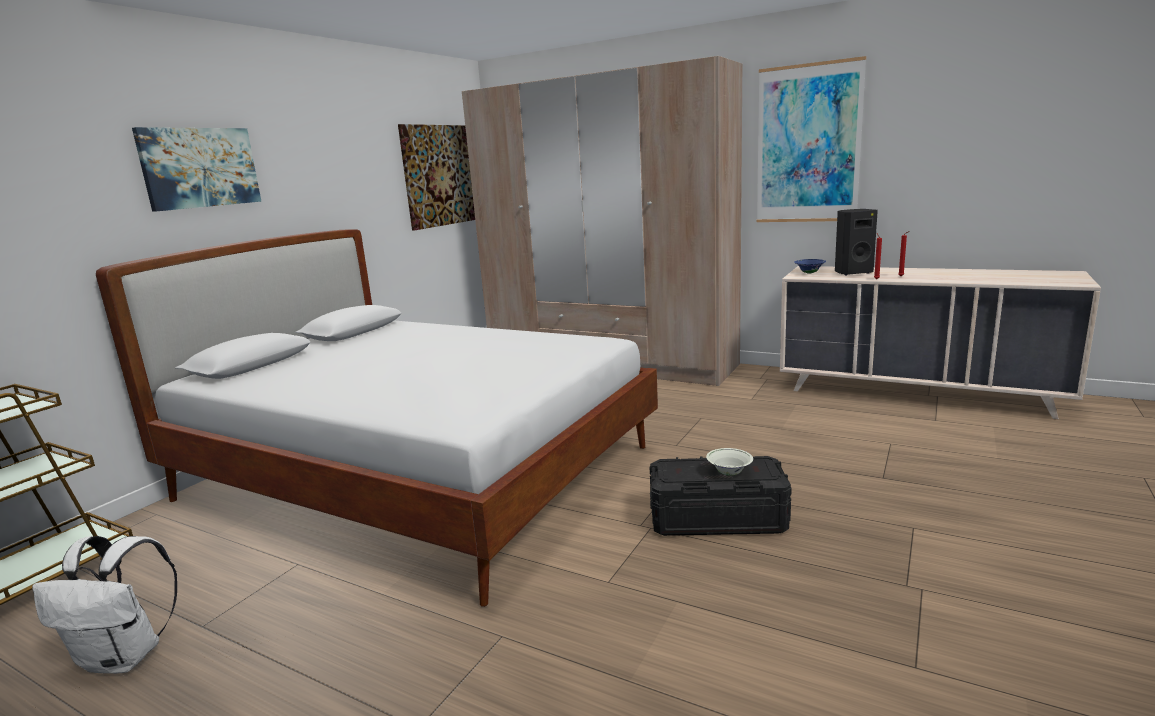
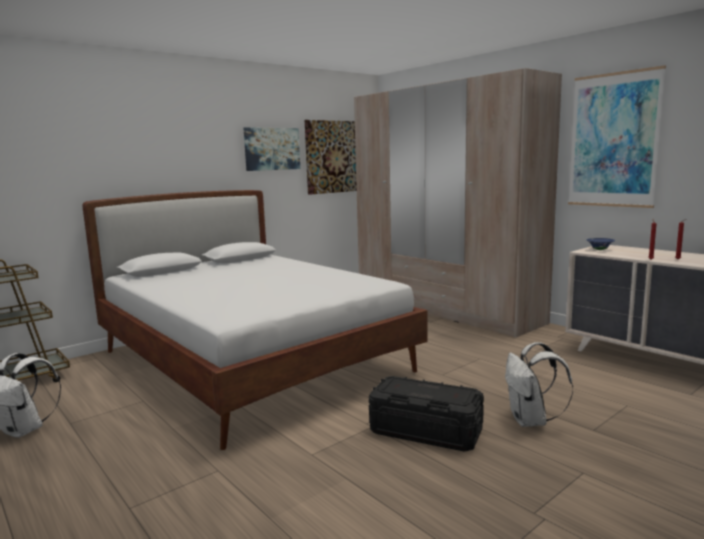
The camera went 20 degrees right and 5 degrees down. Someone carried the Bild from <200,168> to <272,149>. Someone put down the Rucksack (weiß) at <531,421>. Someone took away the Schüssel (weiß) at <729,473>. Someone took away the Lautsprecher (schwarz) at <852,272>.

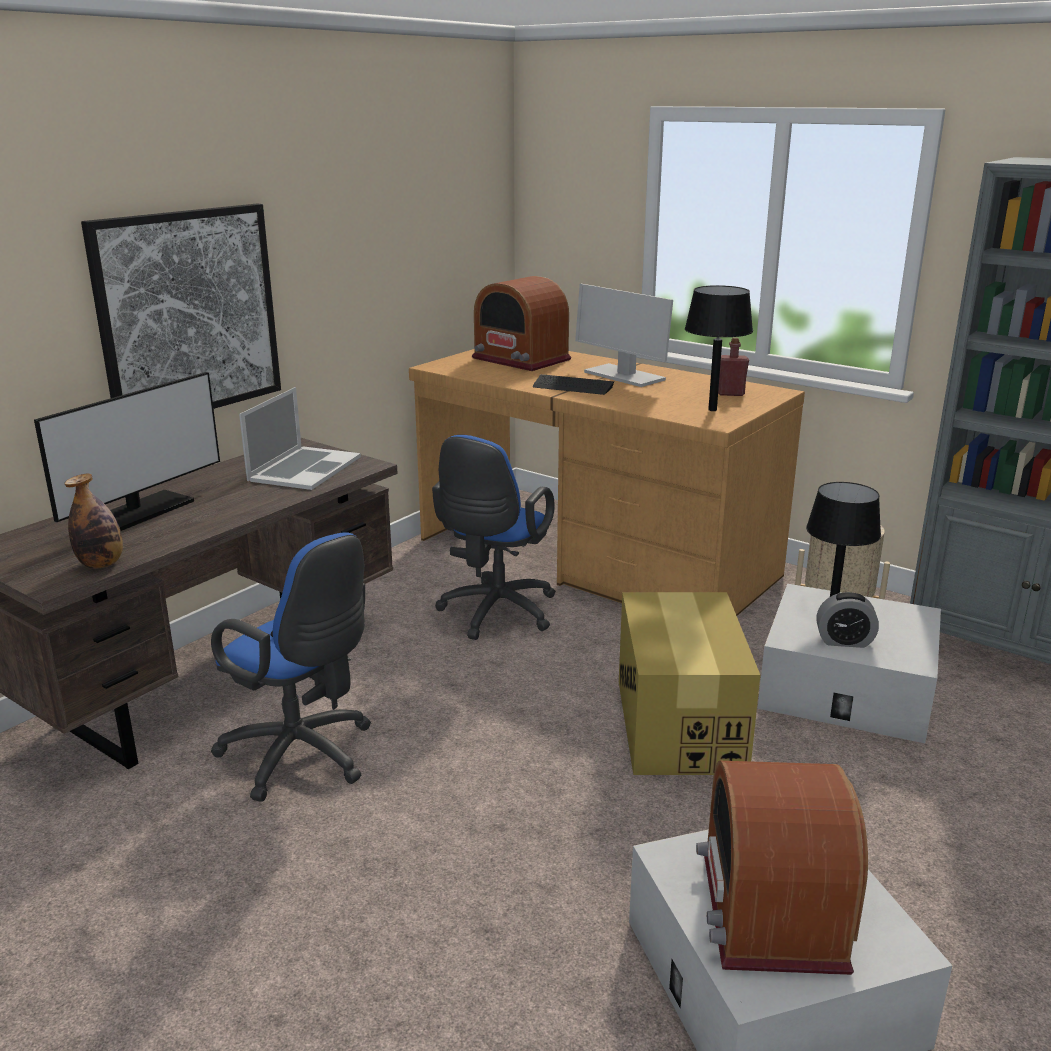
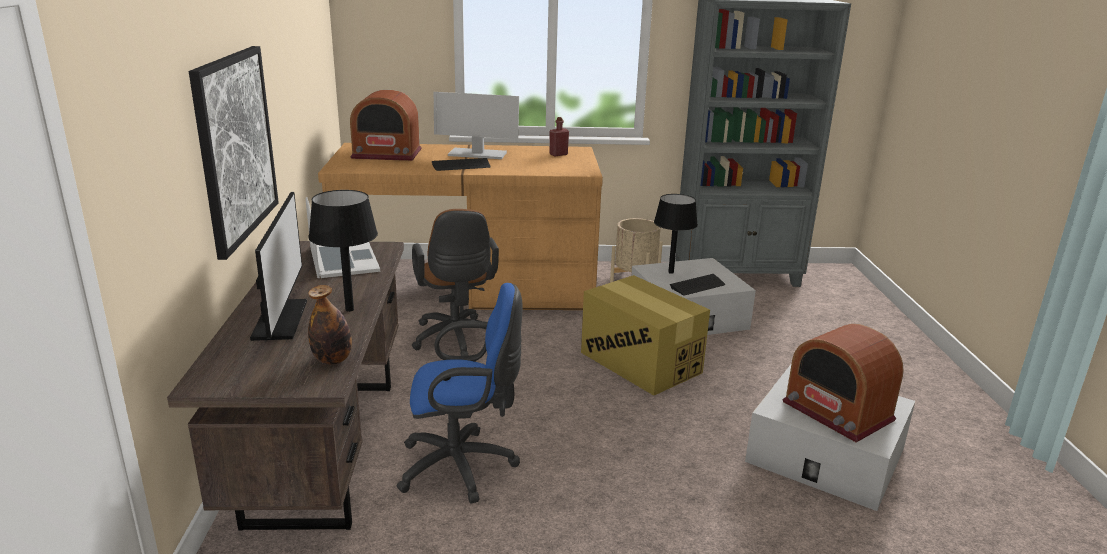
The camera went 40 degrees left and 0 degrees up. Someone carried the Tischlampe (schwarz) from <712,410> to <349,309>. Someone repainted the Bürostuhl (blau) at <495,614>, which became the Bürostuhl (braun) at <456,340>. Someone swapped the Wecker at <844,641> for the Tastatur at <697,286>.

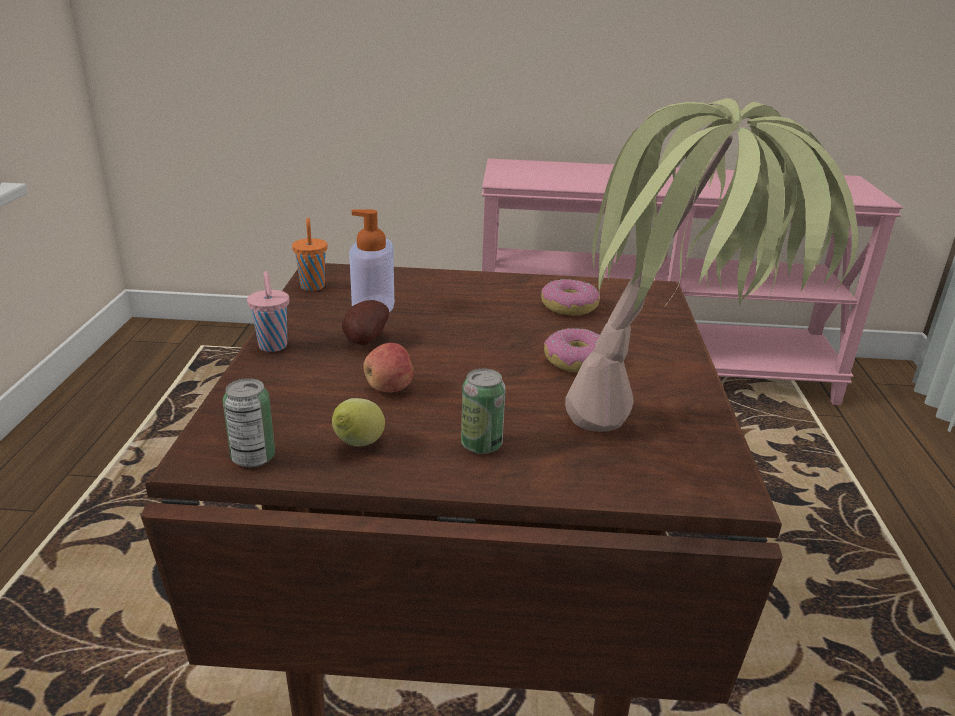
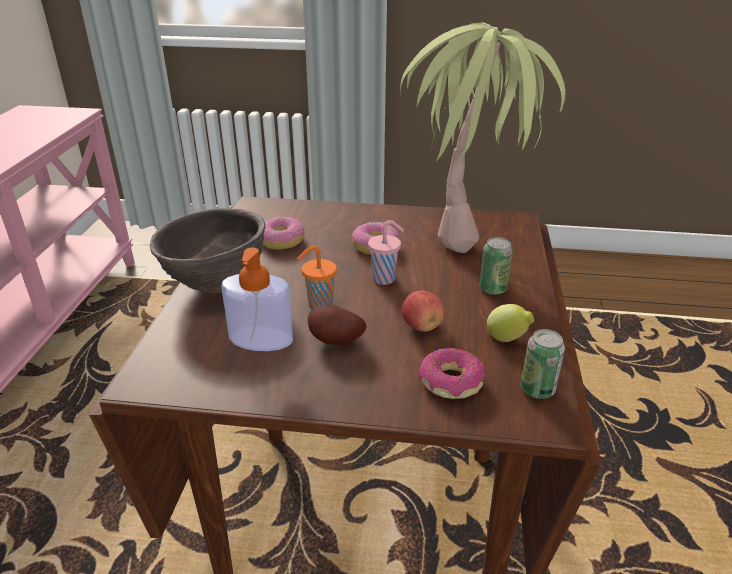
The camera went 85 degrees left and 5 degrees up. Someone put down the Schüssel (braun) at <216,285>. Someone carried the Tasse (orange) from <312,286> to <319,306>. Someone carried the Tasse (rosa) from <273,347> to <385,279>. Someone put down the Donut at <450,382>.

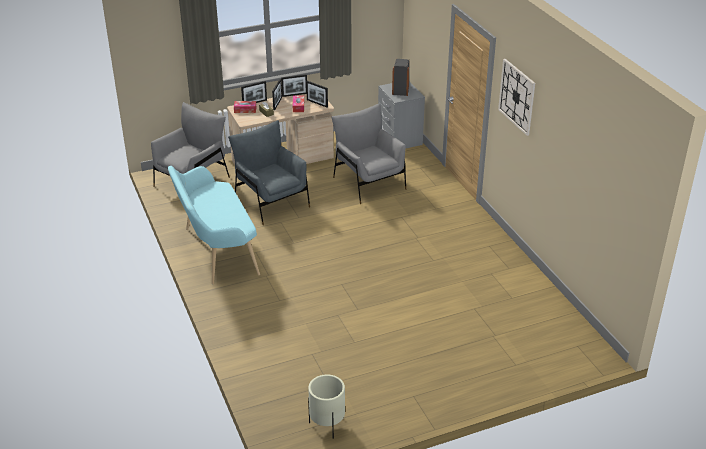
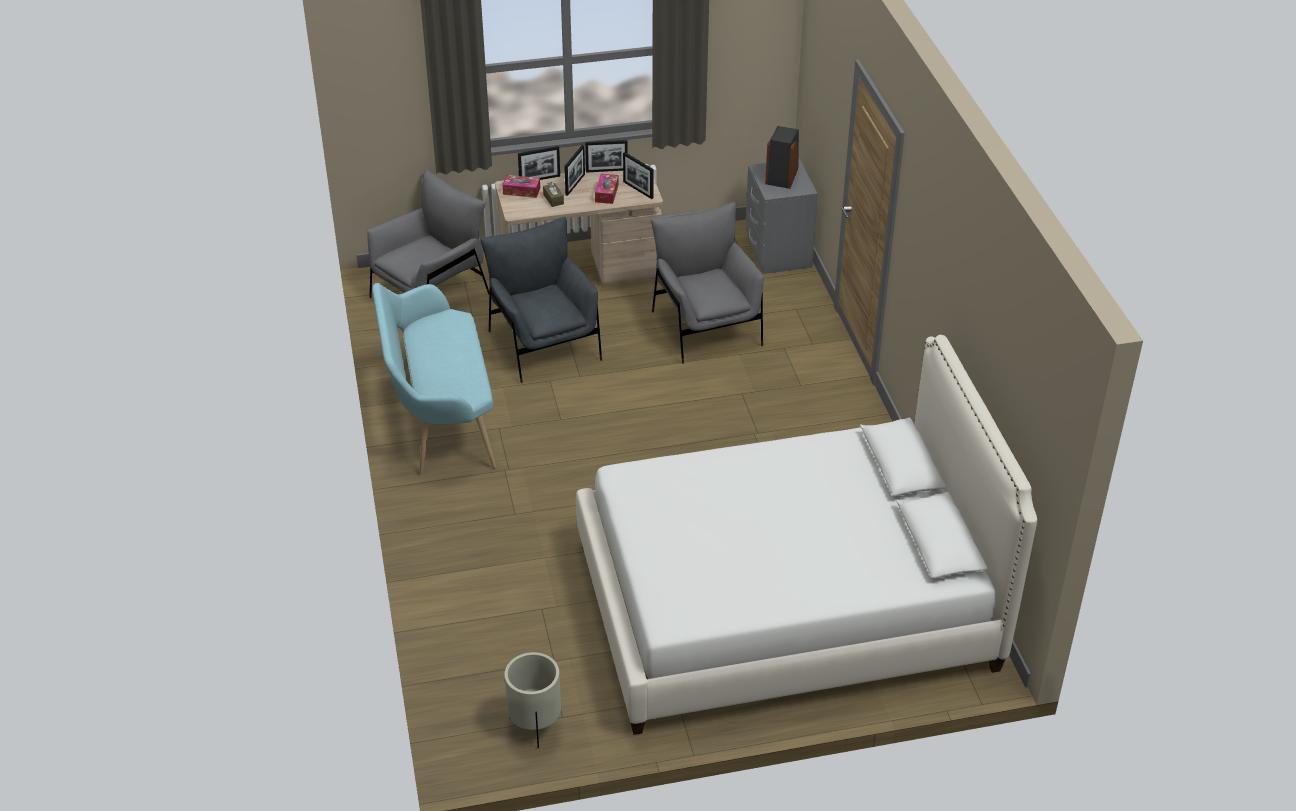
The camera went 10 degrees right and 5 degrees up. Someone put down the Bett (weiß) at <786,605>. Someone took away the Wanduhr at <517,96>.

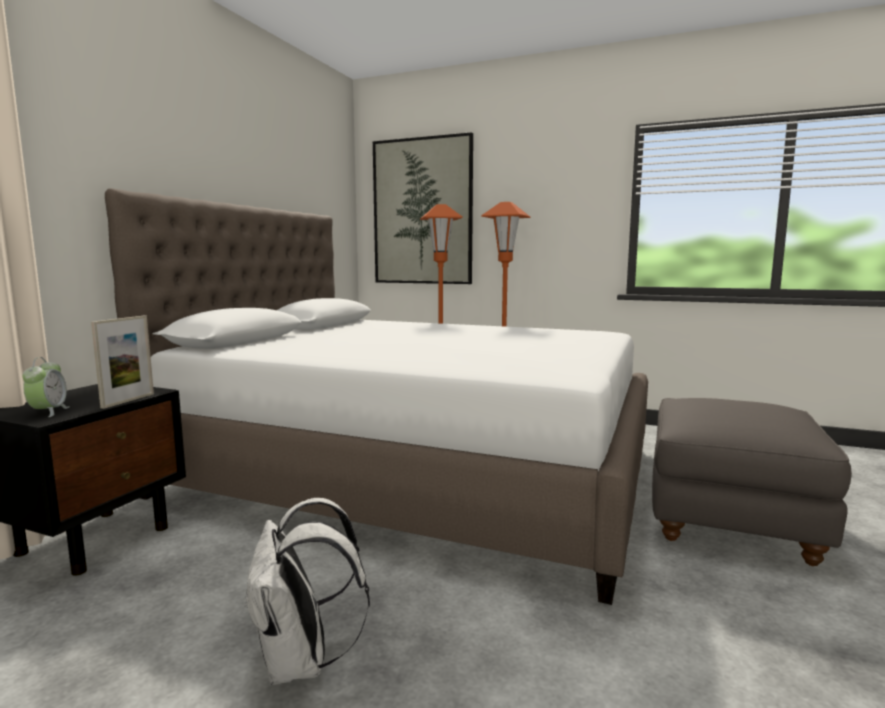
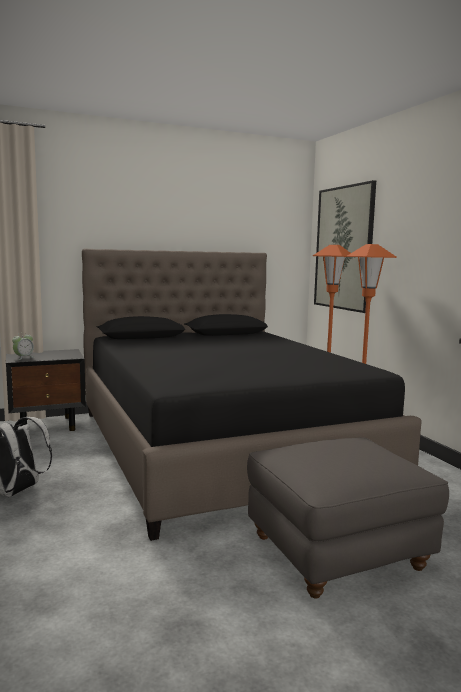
The camera went 45 degrees right and 0 degrees up. Someone repainted the Bett (weiß) at <416,470>, which became the Bett (schwarz) at <222,446>. Someone took away the Bilderrahmen at <128,401>.

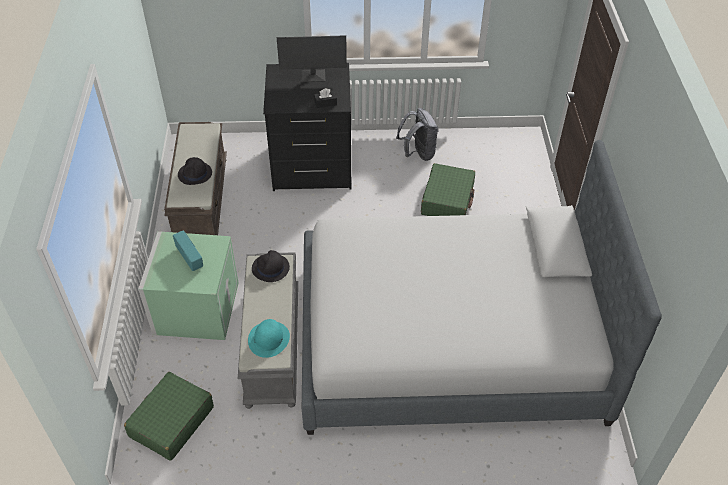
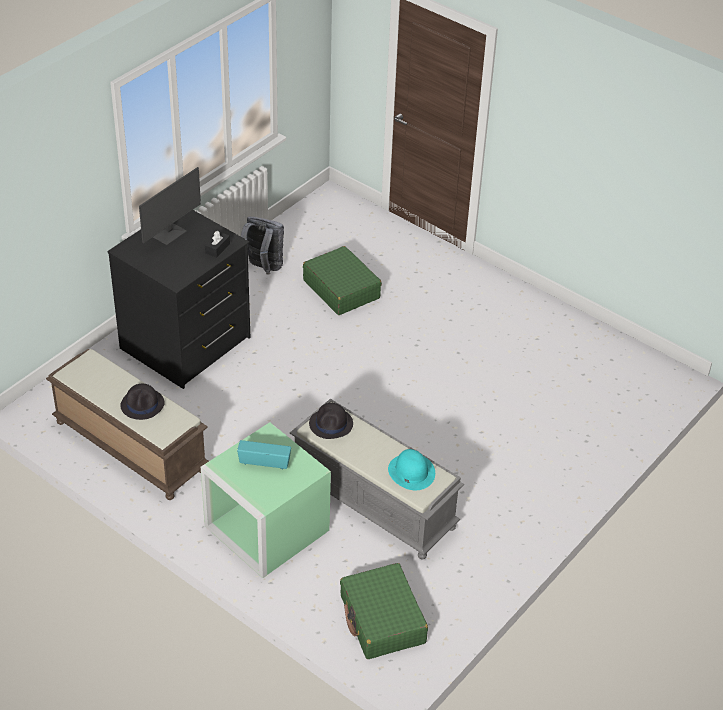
The camera went 50 degrees left and 5 degrees down. Someone took away the Bett at <449,341>.

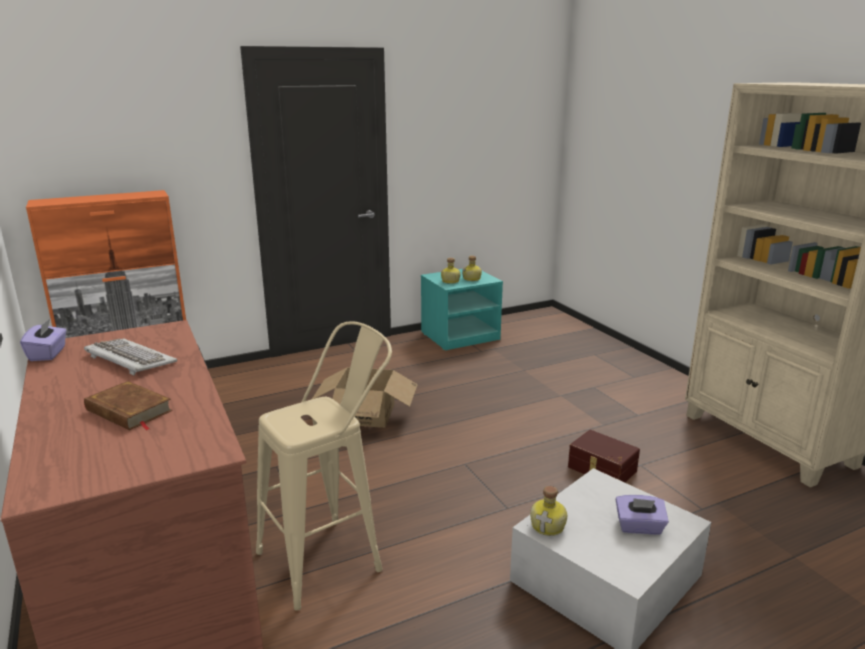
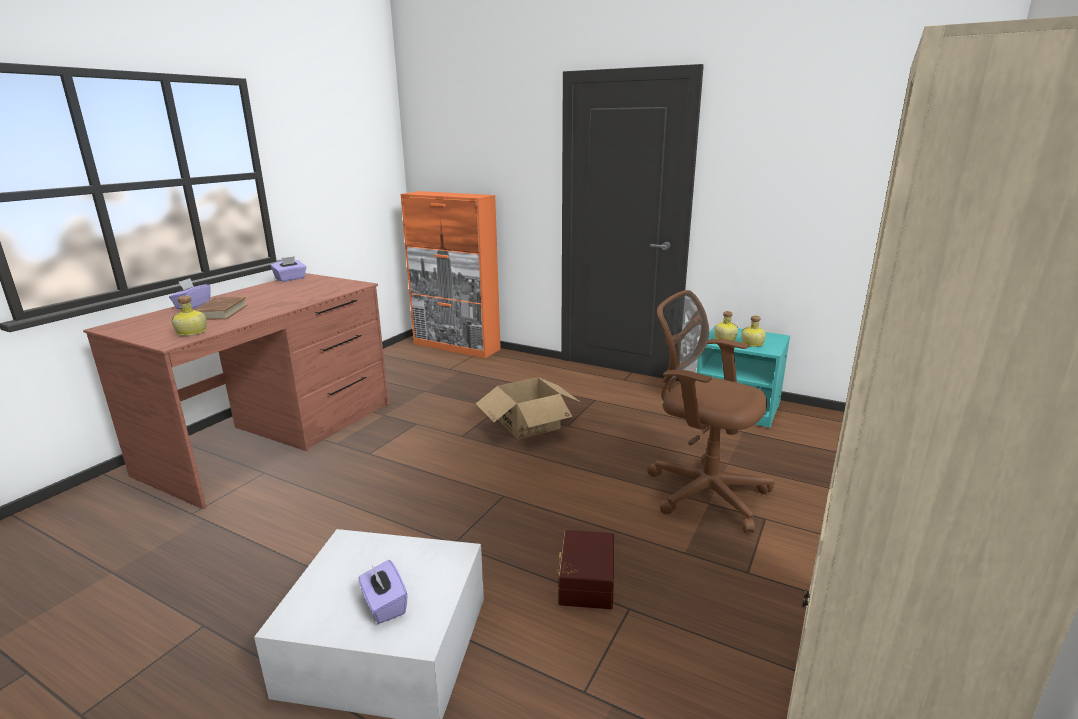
The camera went 55 degrees right and 0 degrees up. Someone put down the Taschentuchbox (lila) at <193,306>. Someone carried the Flasche from <549,526> to <192,332>. Someone put down the Bürostuhl (braun) at <702,491>. Someone took away the Tastatur at <129,359>. Someone took away the Hocker (beige) at <331,556>.

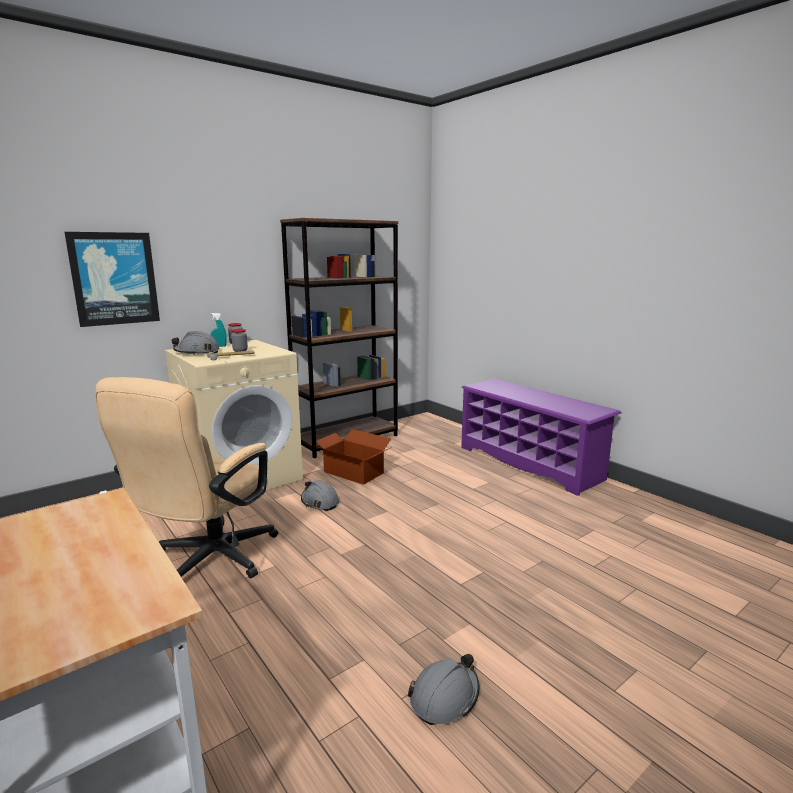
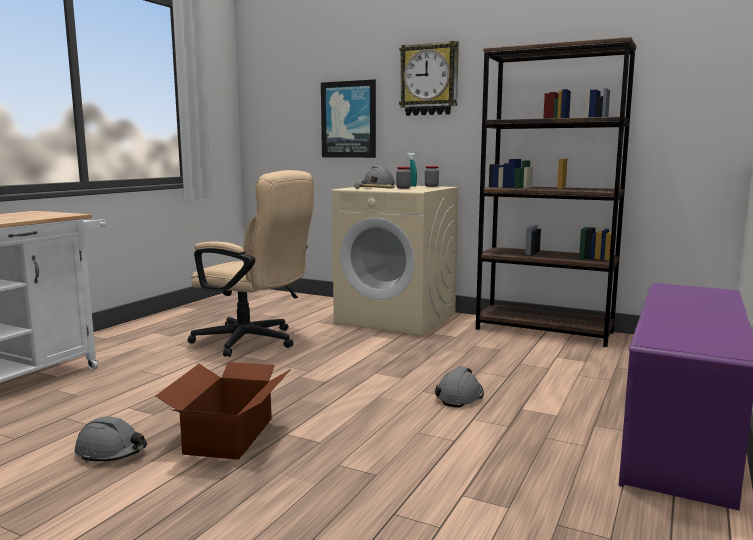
The camera went 65 degrees right and 5 degrees down. Someone carried the Karton from <353,473> to <228,436>. Someone rotated the Bürostuhl (beige) at <207,562> by 150 degrees counterclockwise. Someone put up the Wanduhr at <429,80>. Someone carried the Schutzhelm (grau) from <319,502> to <459,396>.

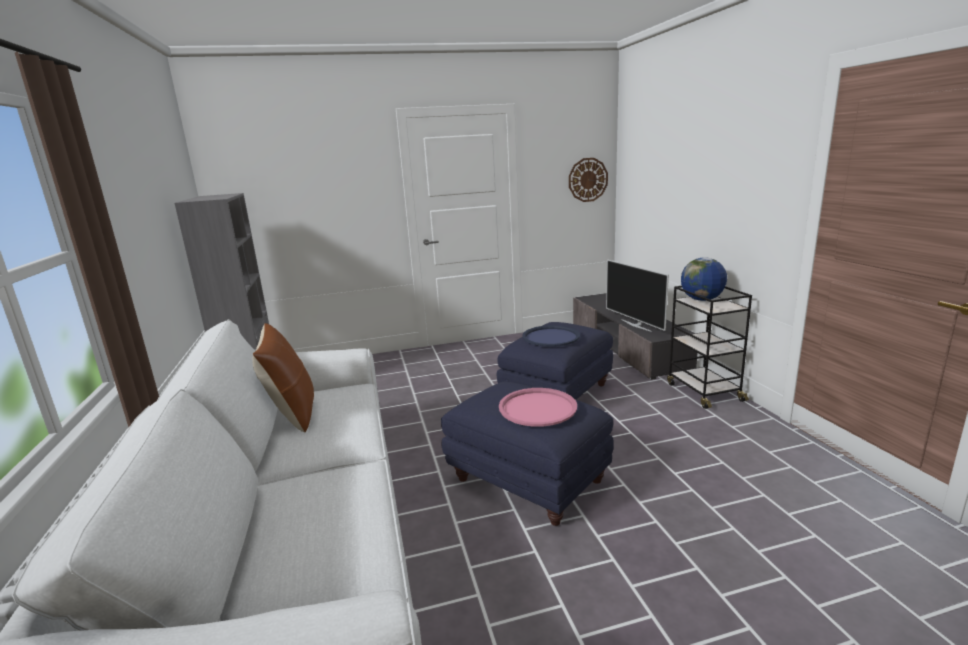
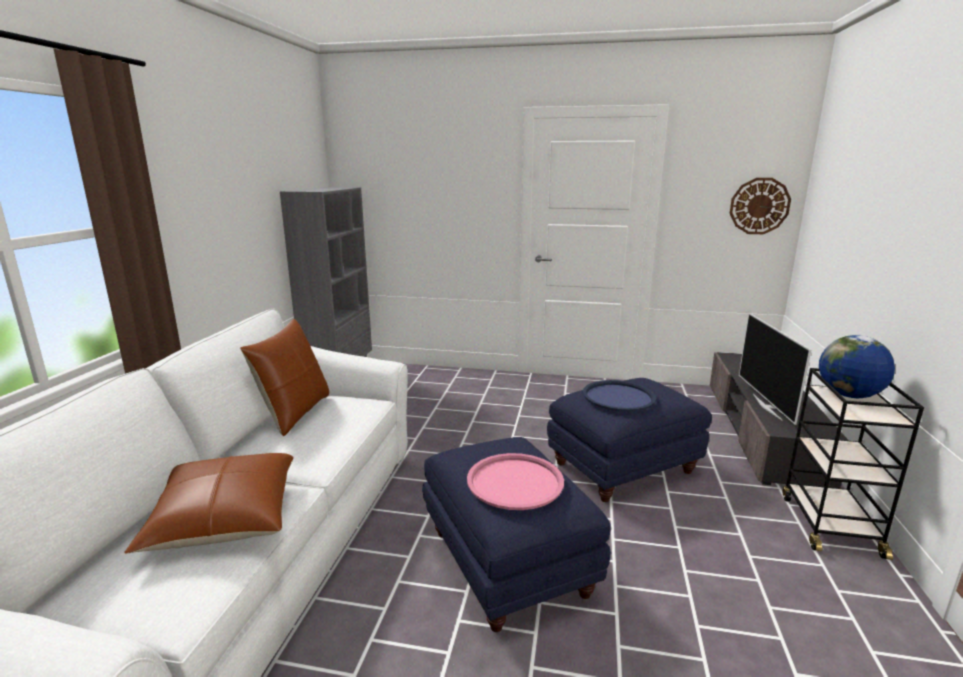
The camera went 25 degrees right and 0 degrees up. Someone put down the Kissen (braun) at <224,518>.

